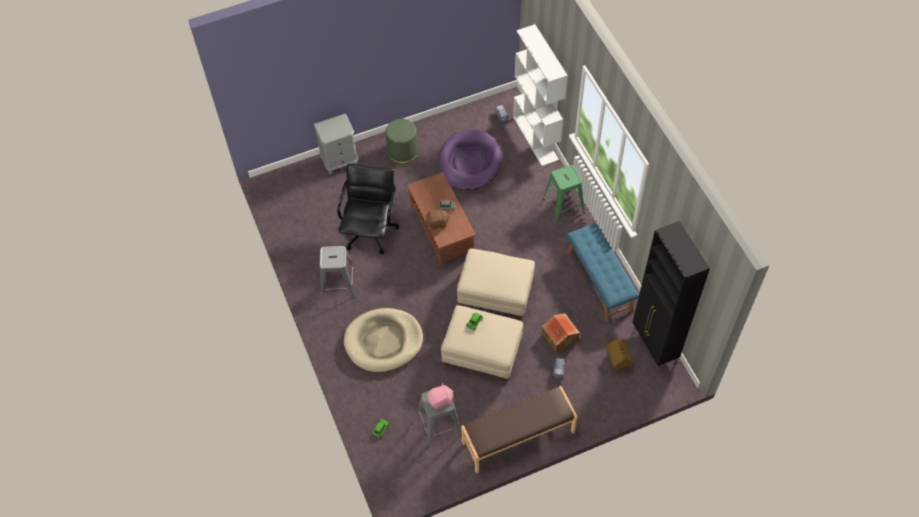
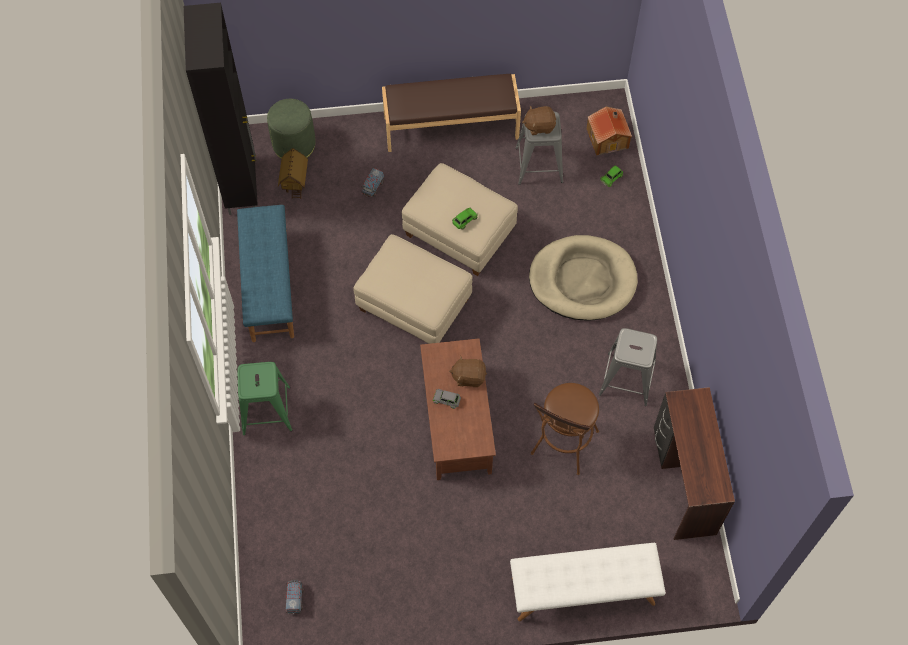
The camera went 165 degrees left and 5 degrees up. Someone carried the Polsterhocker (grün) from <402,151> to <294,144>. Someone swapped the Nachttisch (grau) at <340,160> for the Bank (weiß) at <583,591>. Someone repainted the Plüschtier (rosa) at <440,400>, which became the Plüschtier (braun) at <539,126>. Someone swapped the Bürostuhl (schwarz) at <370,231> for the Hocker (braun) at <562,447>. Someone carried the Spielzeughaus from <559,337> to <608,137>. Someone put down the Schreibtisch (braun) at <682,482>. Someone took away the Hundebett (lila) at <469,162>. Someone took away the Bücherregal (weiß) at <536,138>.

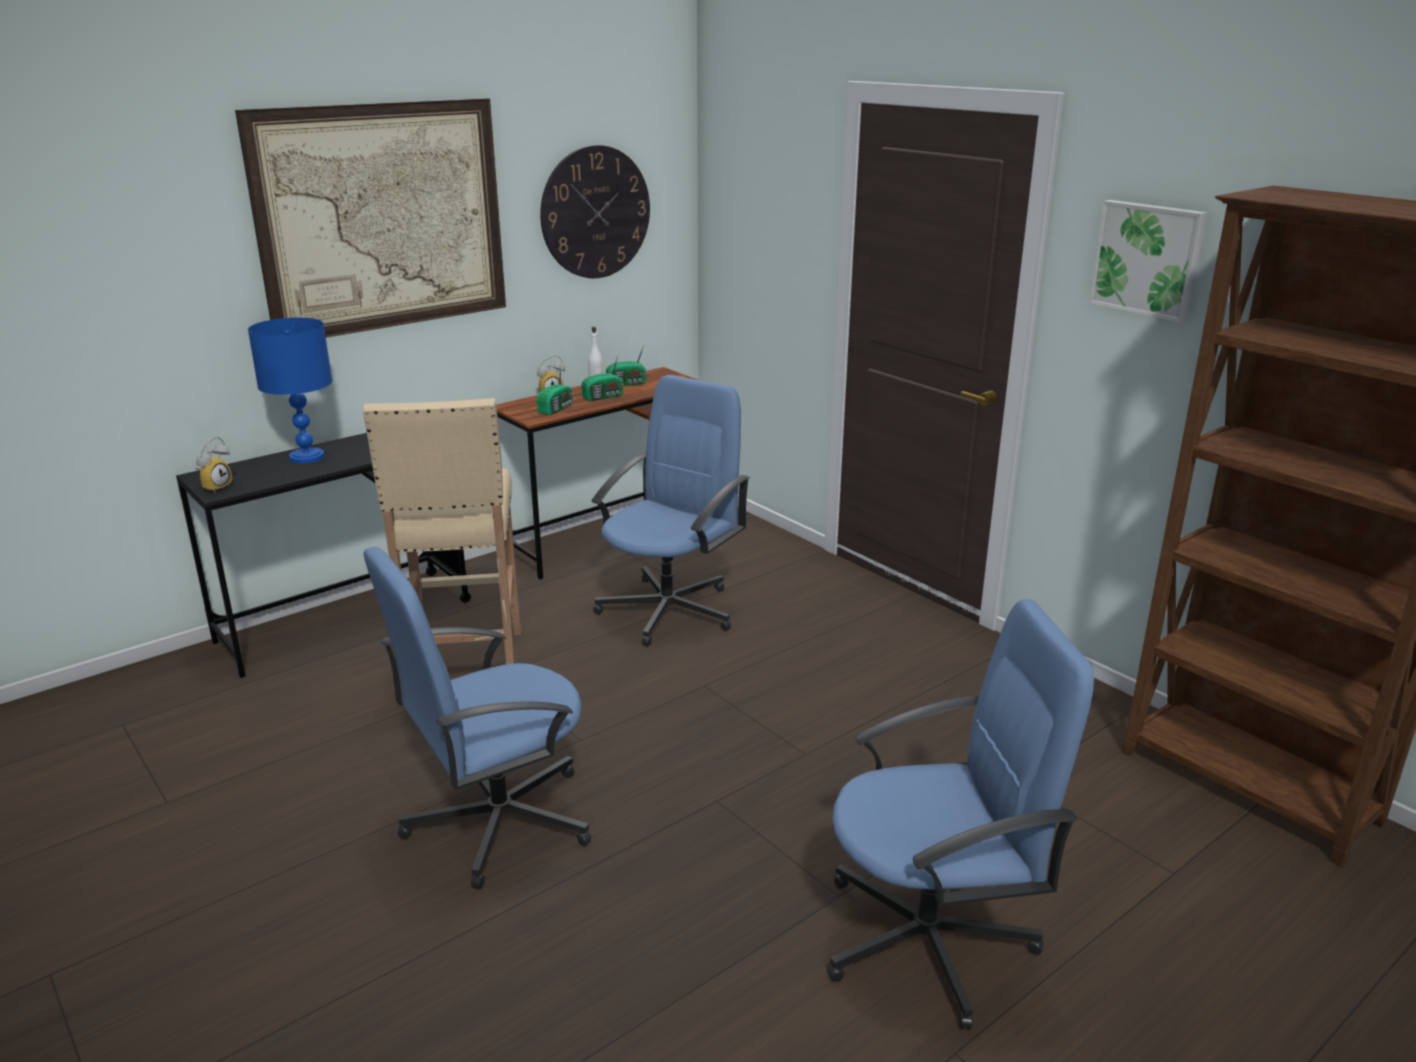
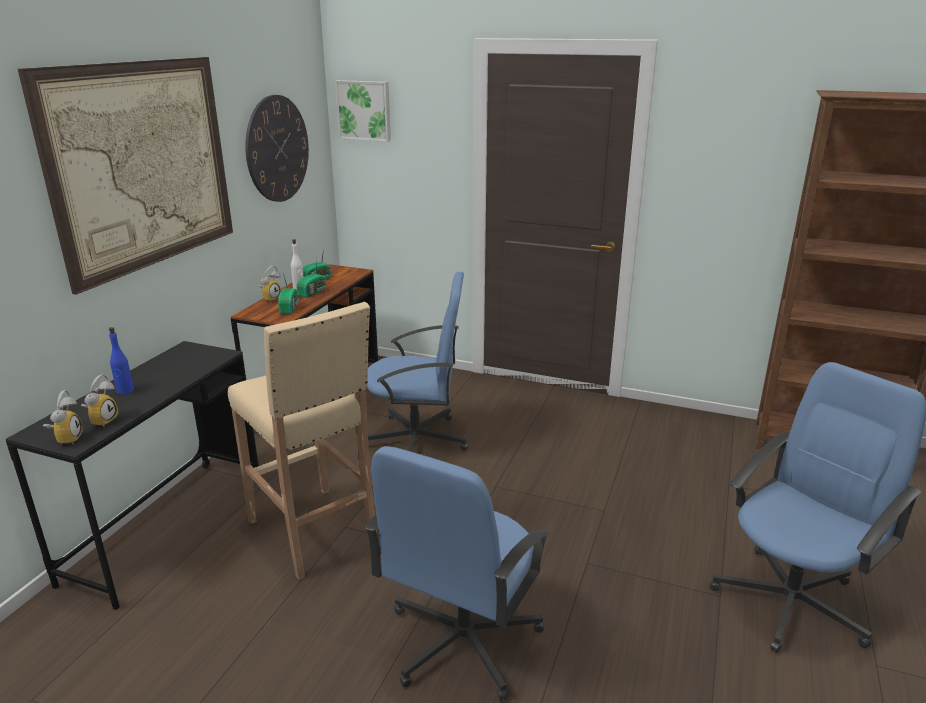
The camera went 30 degrees left and 0 degrees up. Someone put down the Wecker at <102,421>. Someone swapped the Tischlampe (blau) at <307,457> for the Flasche (blau) at <125,391>. Someone carried the Bild from <1148,259> to <364,110>. Someone rotated the Bürostuhl (blau) at <669,610> by 90 degrees clockwise.

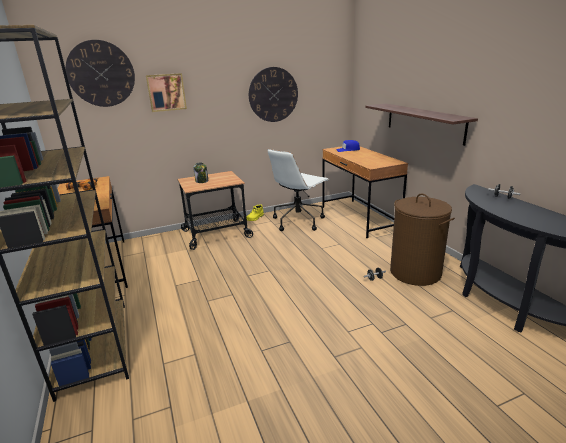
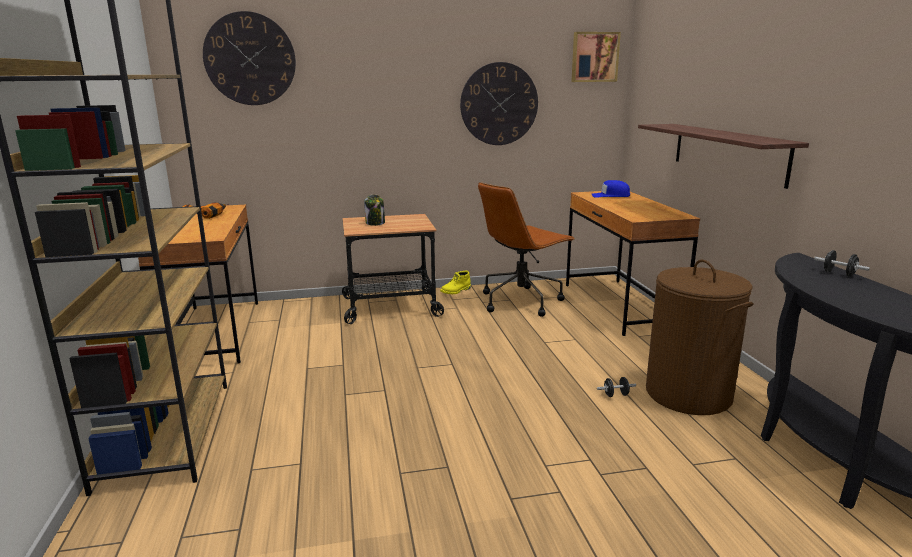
The camera went 10 degrees right and 5 degrees down. Someone repainted the Bürostuhl (weiß) at <298,221>, which became the Bürostuhl (braun) at <521,301>. Someone carried the Bild from <166,92> to <594,57>.

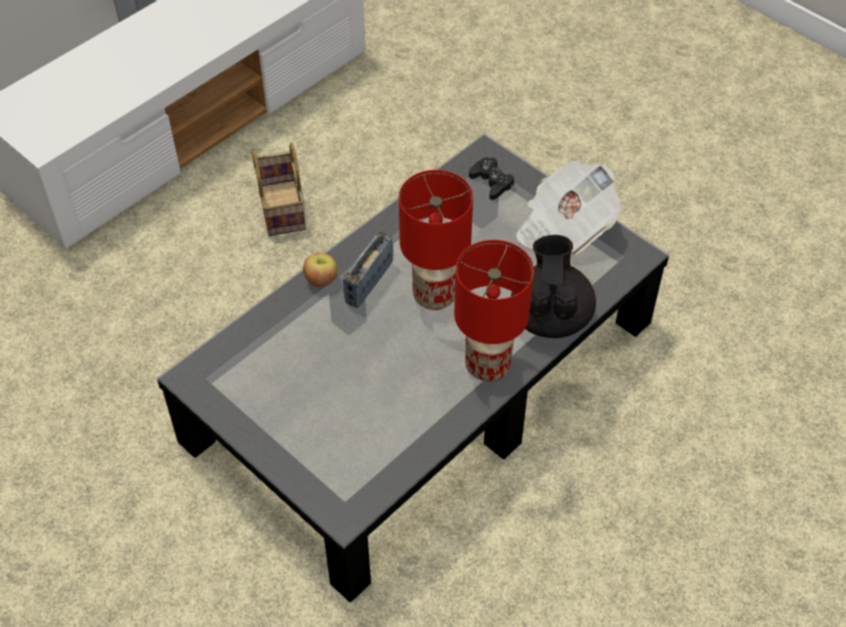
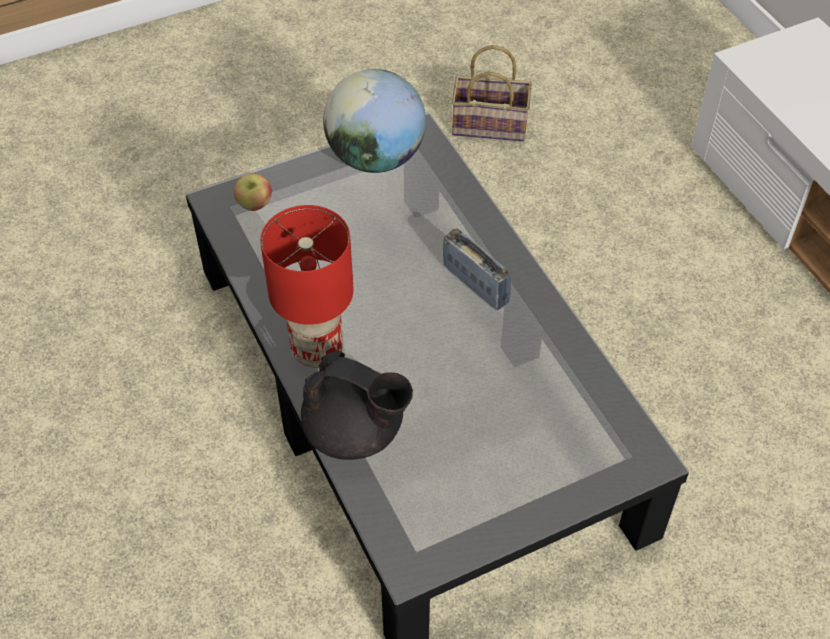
The camera went 110 degrees right and 0 degrees up. Someone carried the Apfel from <321,280> to <254,204>. Someone put down the Globus at <375,158>. Someone carried the Korb from <280,207> to <492,124>. Someone took away the Tischlampe (rot) at <435,296>. Someone took away the Gamepad (schwarz) at <491,182>. Someone took away the Zeitung at <564,229>.

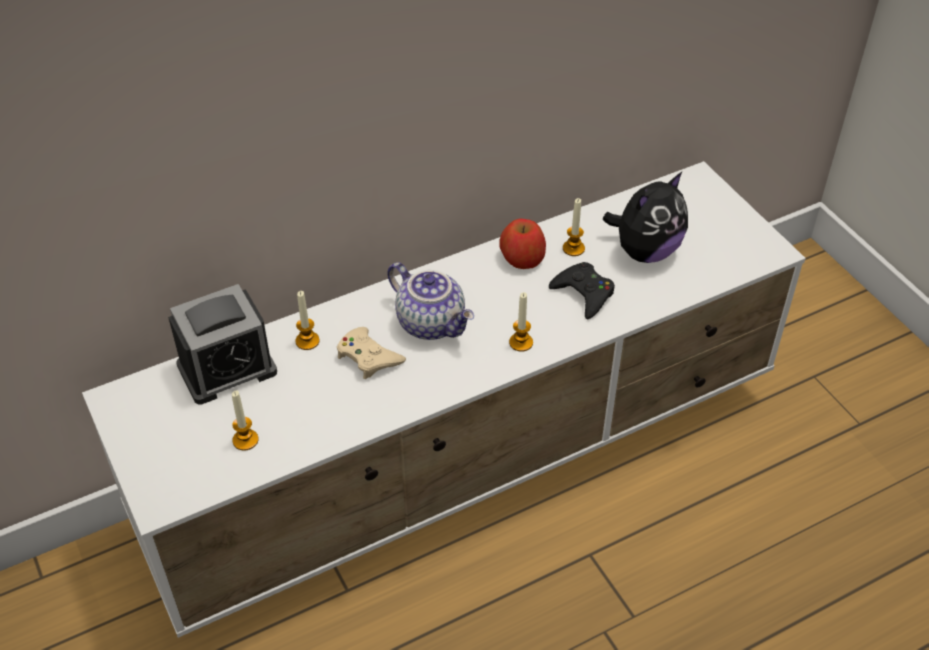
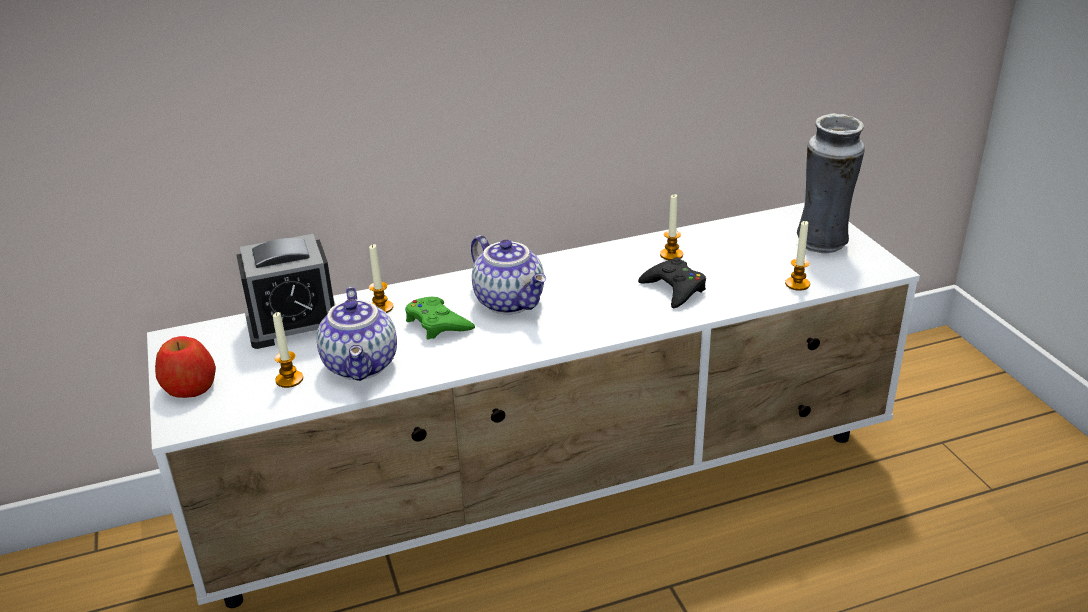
The camera went 10 degrees right and 15 degrees down. Someone carried the Apfel from <522,258> to <189,387>. Someone put down the Teekanne at <363,365>. Someone repainted the Gamepad (beige) at <368,357>, which became the Gamepad (grün) at <437,324>. Someone carried the Kerze from <521,342> to <797,284>. Someone put down the Vase at <822,244>. Someone took away the Plüschtier at <645,251>.

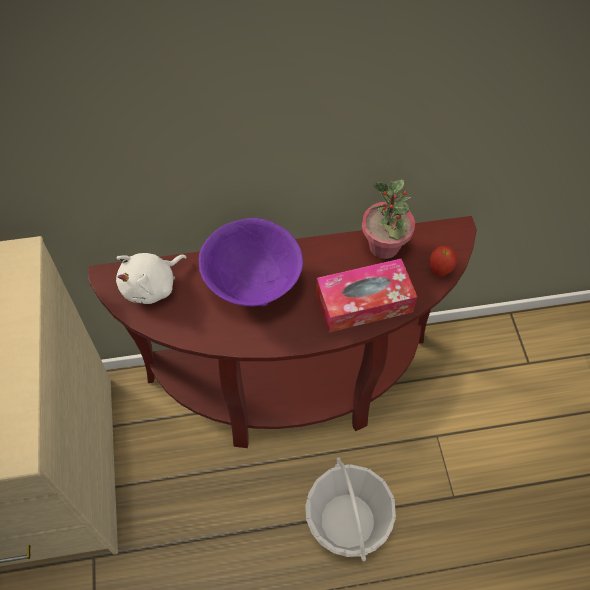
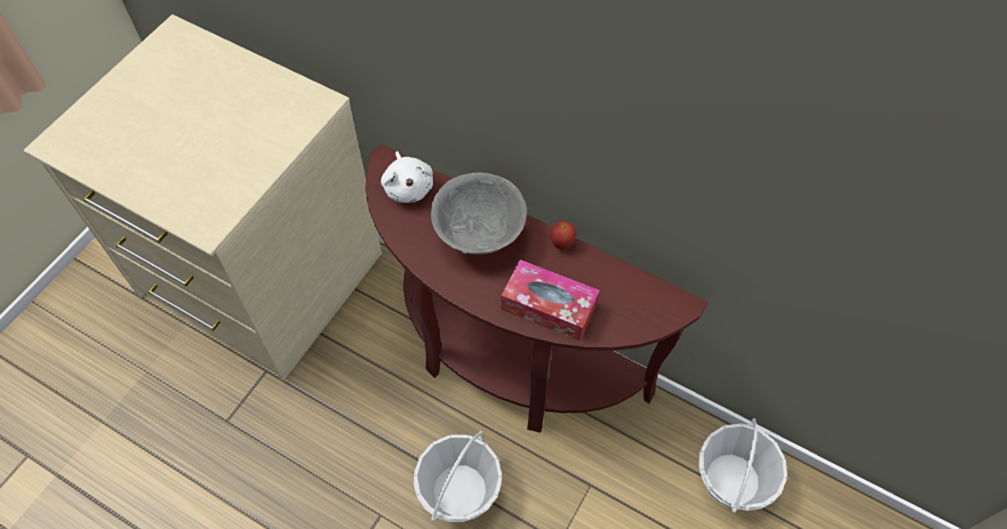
The camera went 40 degrees right and 0 degrees up. Someone rotated the Plüschtier (weiß) at <152,286> by 105 degrees counterclockwise. Someone repainted the Schüssel (lila) at <252,284>, which became the Schüssel (grau) at <479,235>. Someone carried the Apfel from <439,270> to <562,244>. Someone put down the Korb at <732,480>. Someone took away the Topfpflanze at <384,246>.

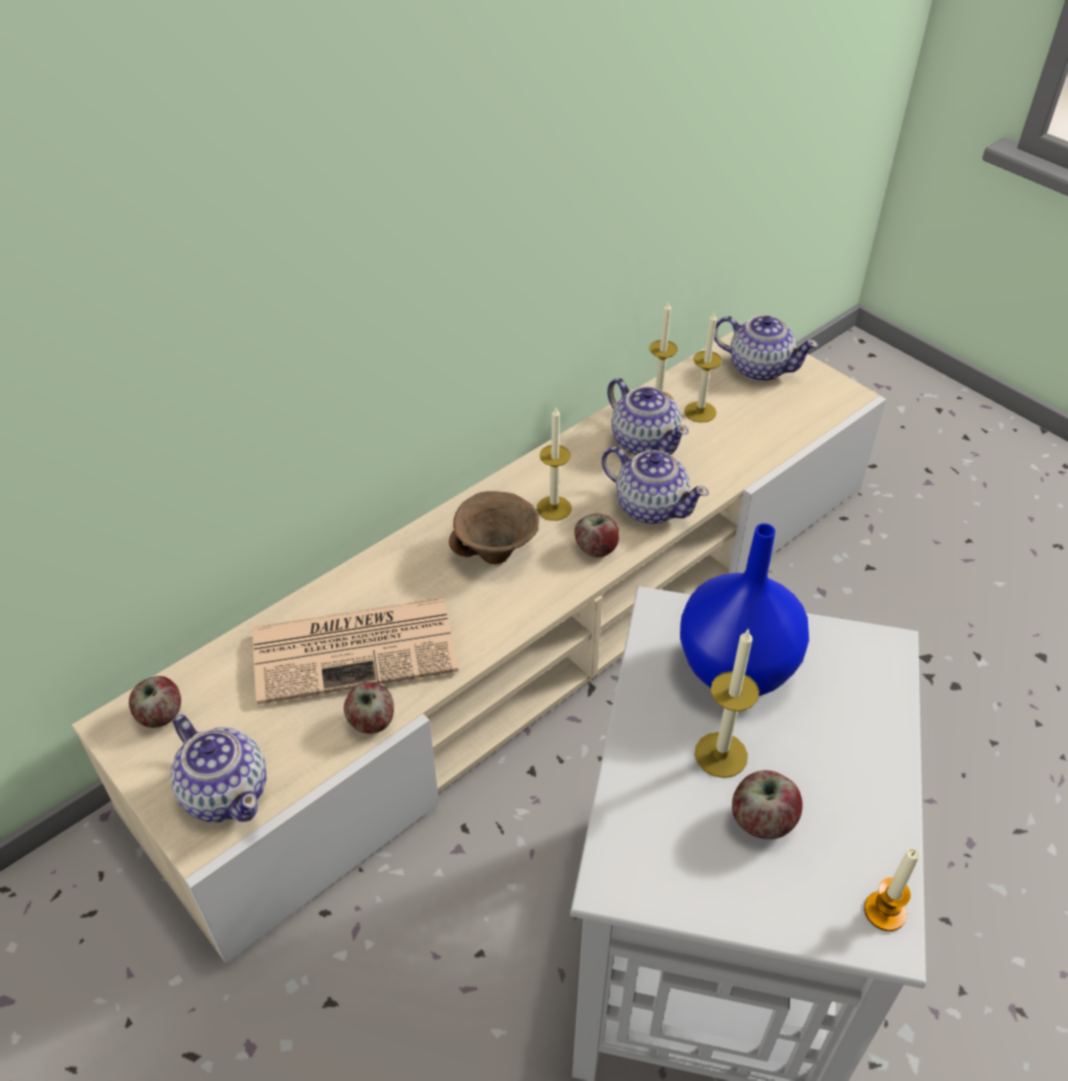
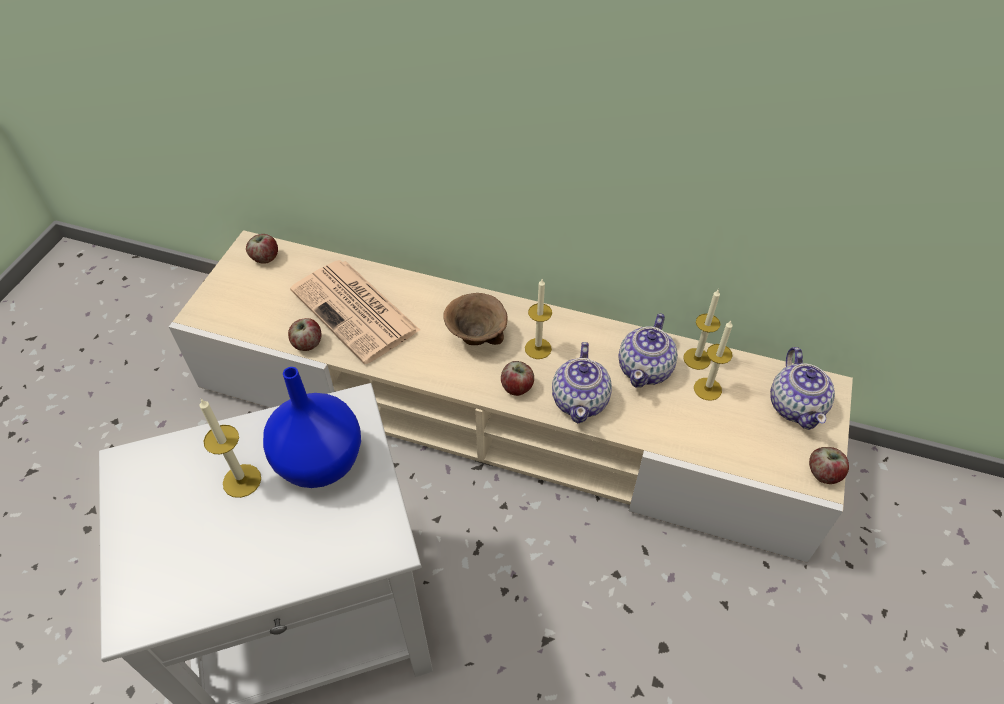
The camera went 60 degrees right and 5 degrees up. Someone carried the Apfel from <762,820> to <823,473>. Someone took away the Teekanne at <226,791>. Someone took away the Kerze at <884,911>.

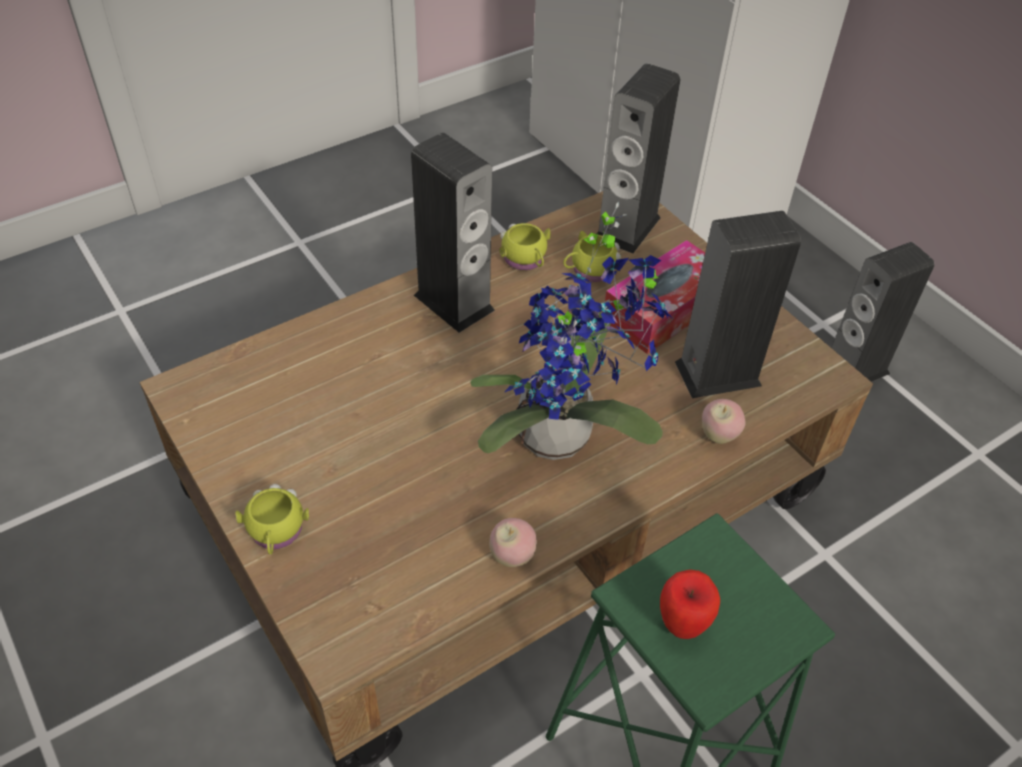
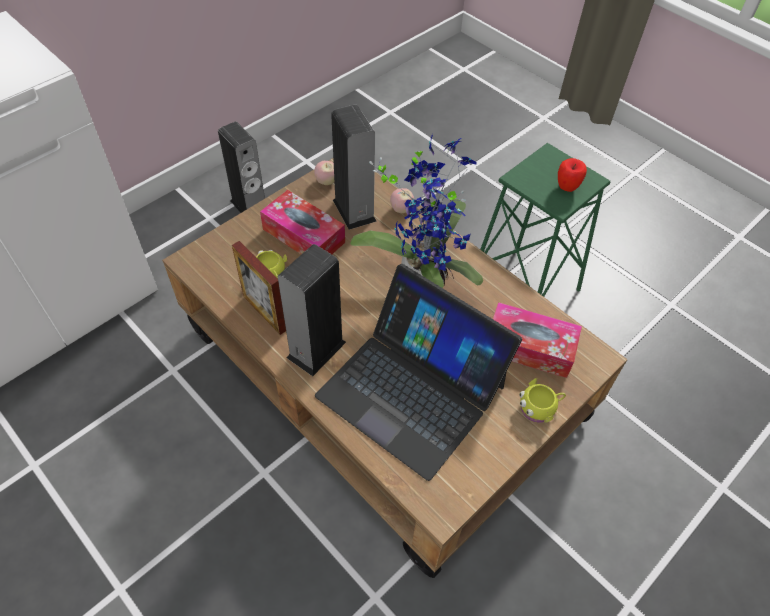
The camera went 100 degrees left and 5 degrees up. Someone swapped the Henkelbecher (gelb) at <525,260> for the Bilderrahmen at <264,313>. Someone carried the Apfel from <512,556> to <326,182>. Someone put down the Laptop at <412,390>. Someone put down the Taschentuchbox at <529,347>. Someone took away the Lautsprecher at <627,227>.

